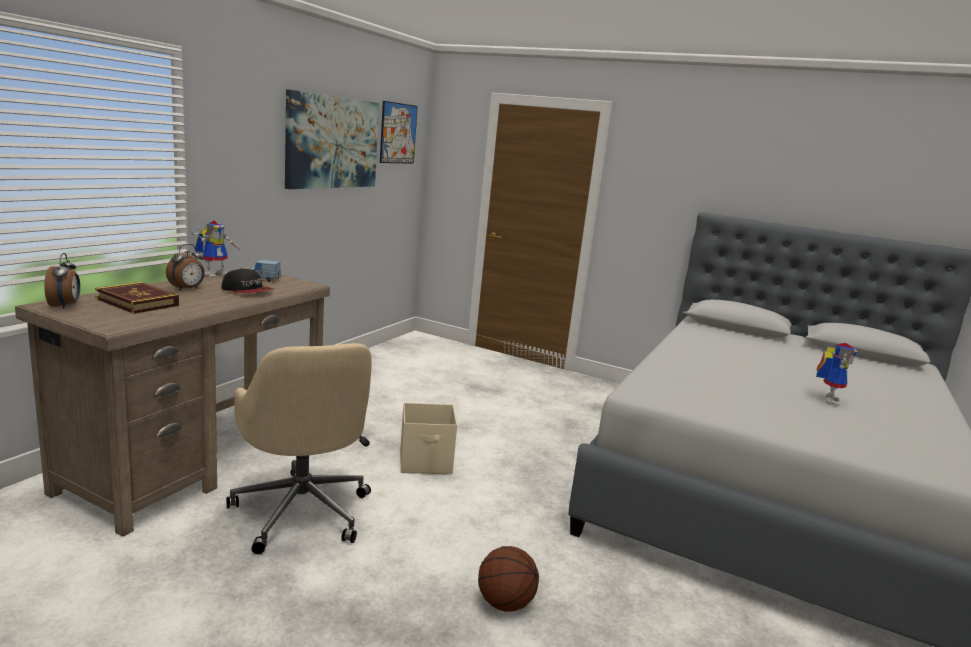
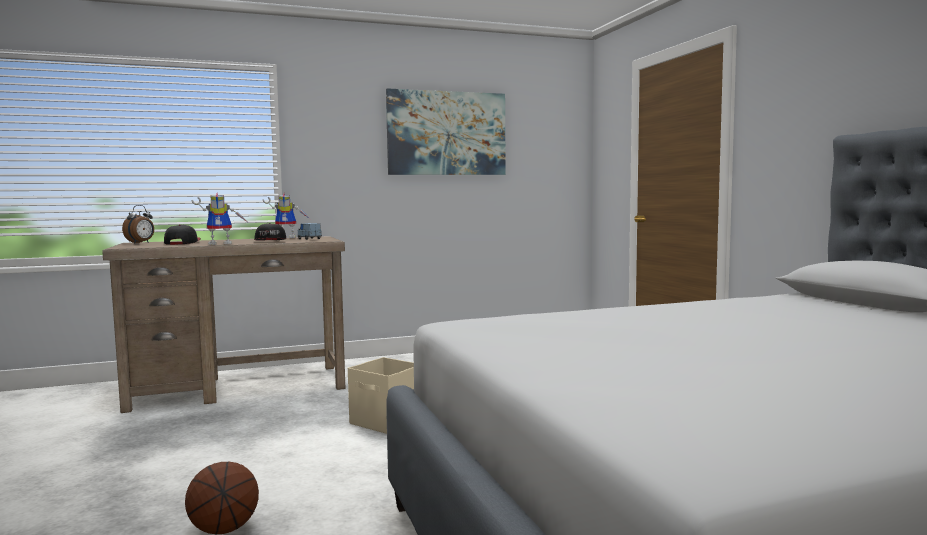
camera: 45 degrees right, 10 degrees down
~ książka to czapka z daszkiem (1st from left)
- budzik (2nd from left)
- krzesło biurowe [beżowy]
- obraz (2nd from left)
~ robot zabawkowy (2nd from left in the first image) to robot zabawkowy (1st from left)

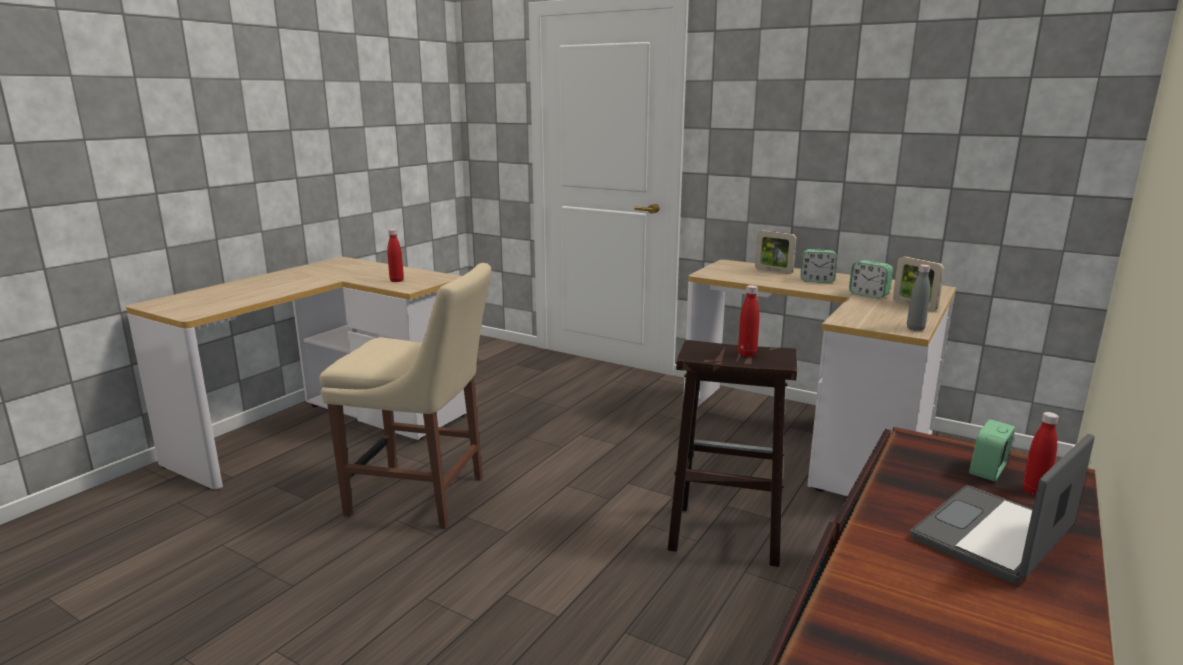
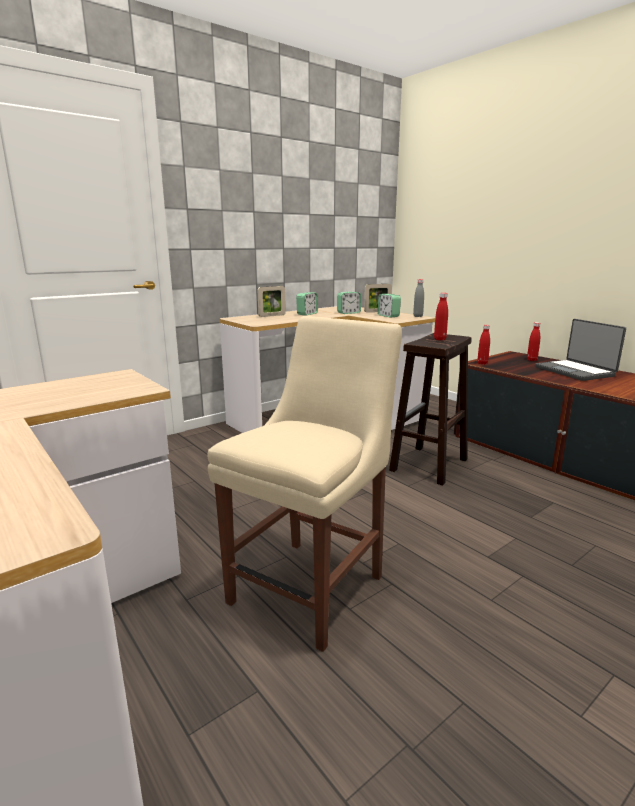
camera: 70 degrees left, 0 degrees up
~ butelka [czerwony] (1st from left in the first image) to butelka [czerwony] (2nd from left)
~ budzik (3rd from left)

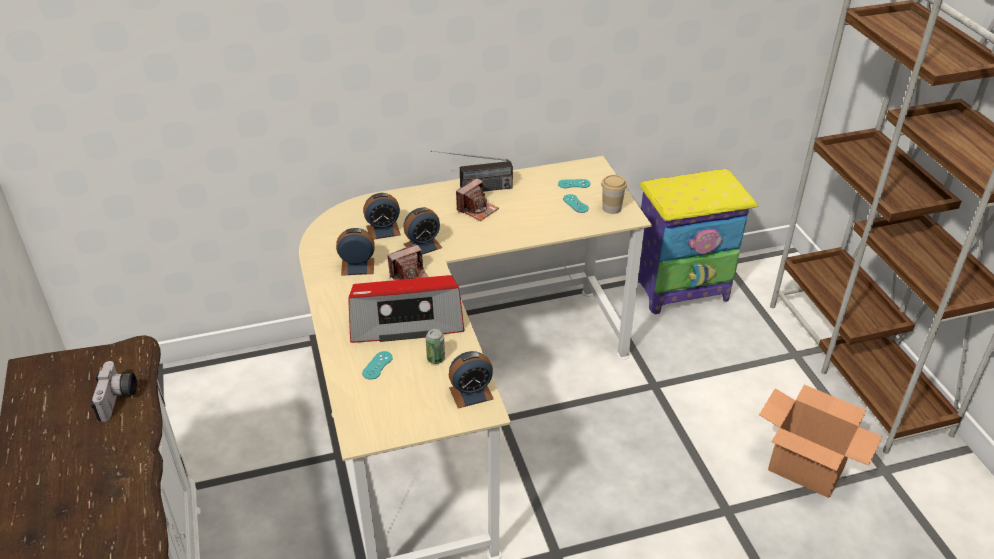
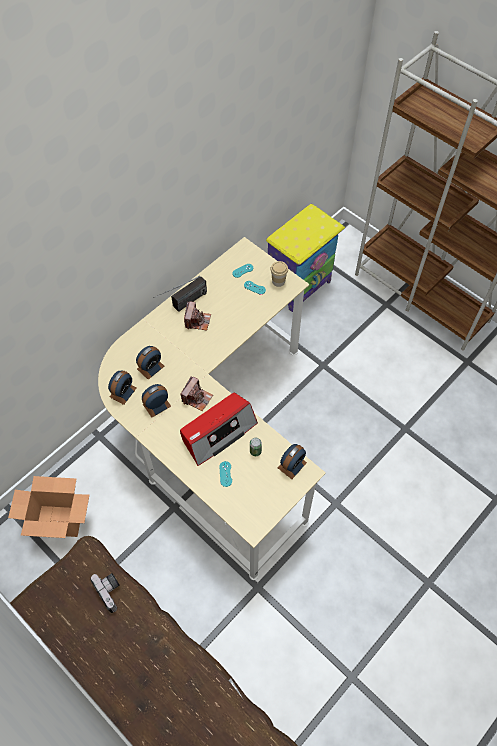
camera: 30 degrees left, 20 degrees up
~ budzik (3rd from left in the first image) to budzik (1st from left)
~ karton

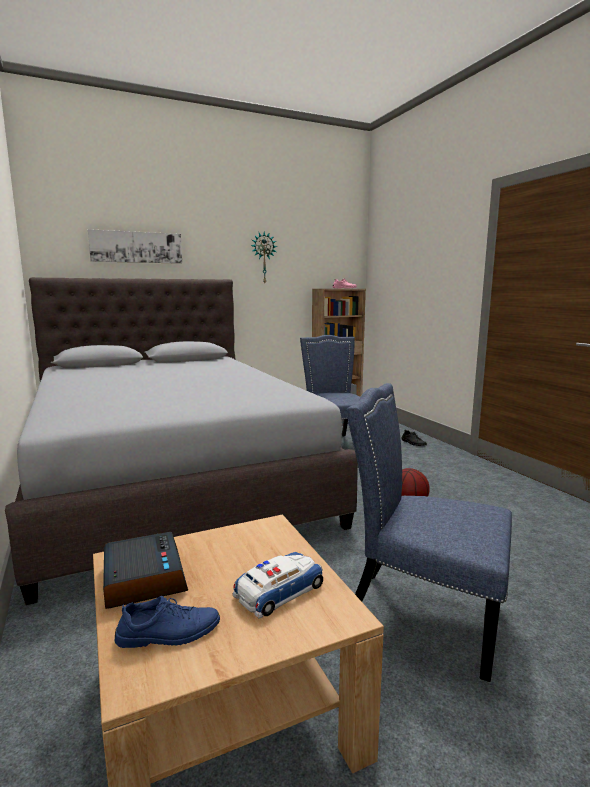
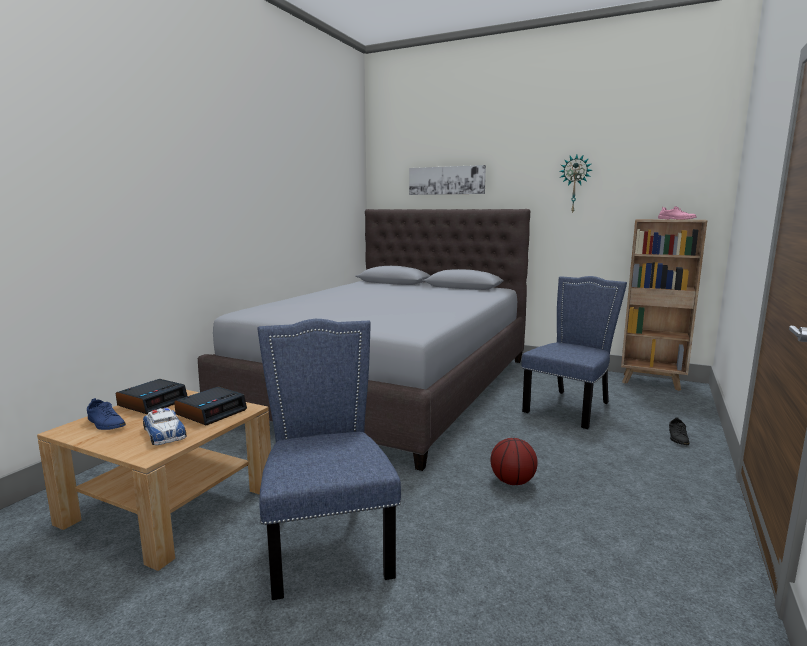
camera: 50 degrees right, 0 degrees up
~ samochodzik 45 degrees clockwise
+ budzik (2nd from left)

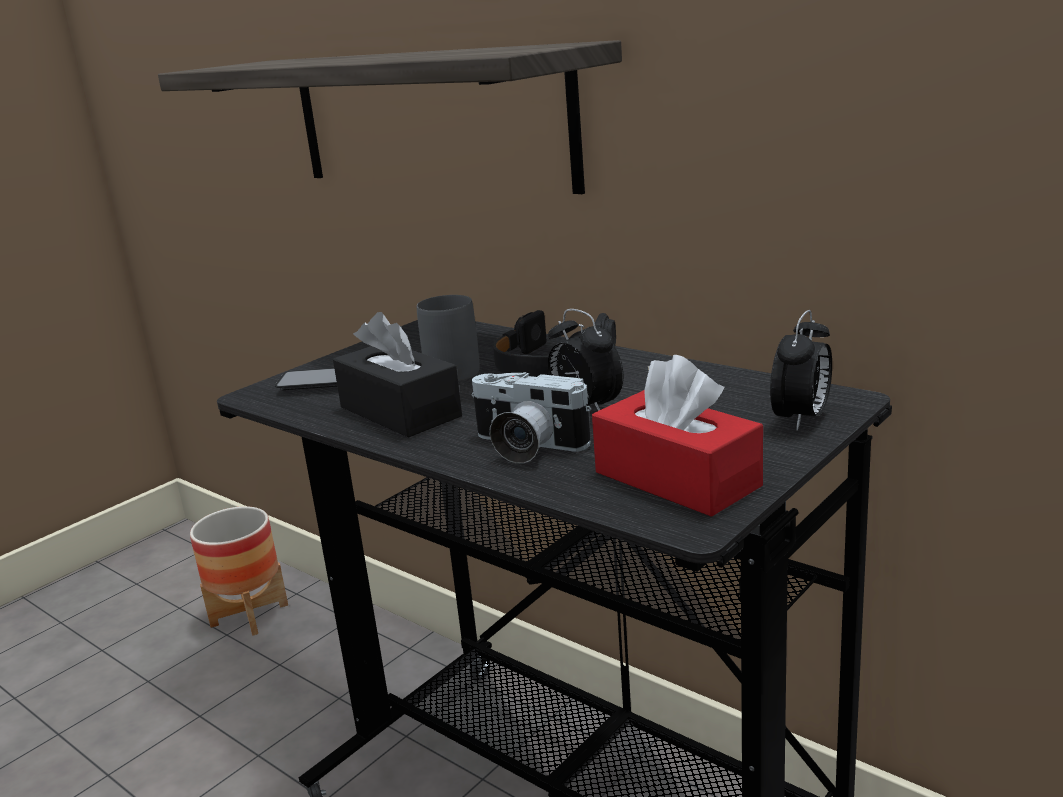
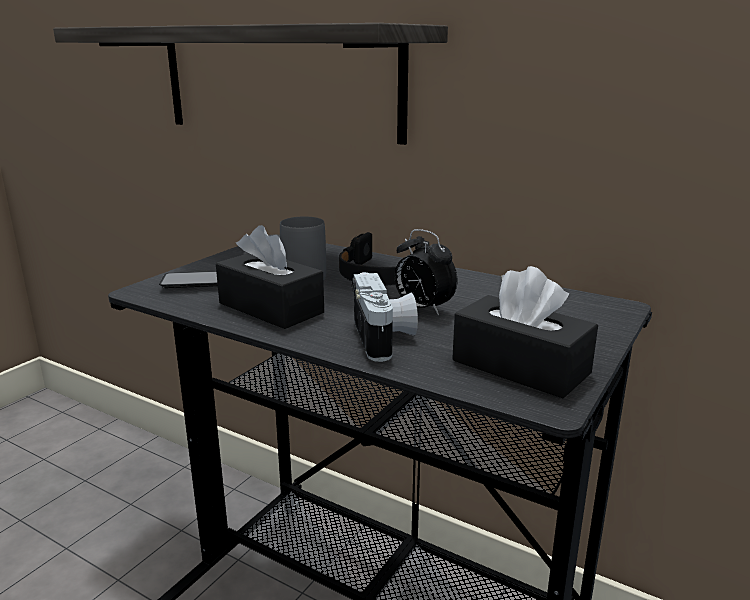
camera: 10 degrees left, 0 degrees up
- donica
~ aparat fotograficzny 120 degrees counterclockwise
~ pudełko chusteczek [czerwony] to pudełko chusteczek [czarny] (2nd from left)
- budzik (2nd from left)

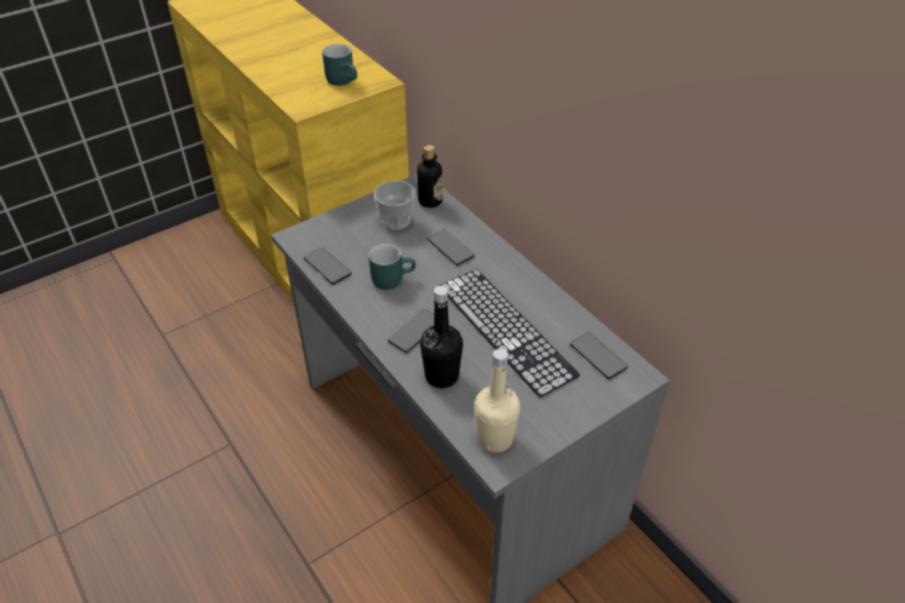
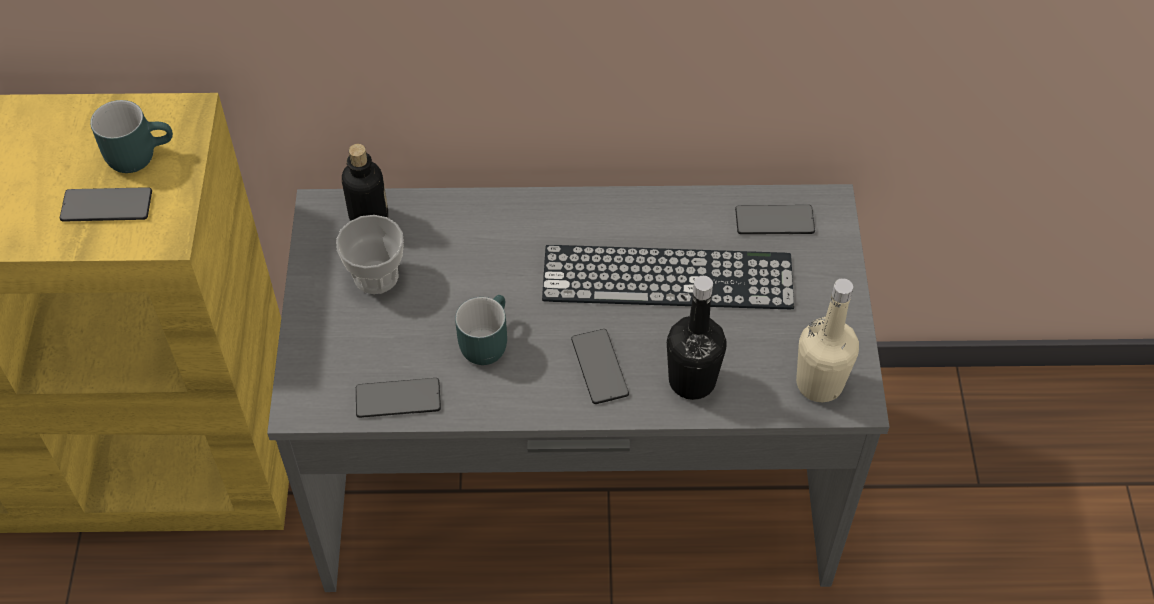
camera: 55 degrees left, 10 degrees up
~ telefon (3rd from left in the first image) to telefon (1st from left)

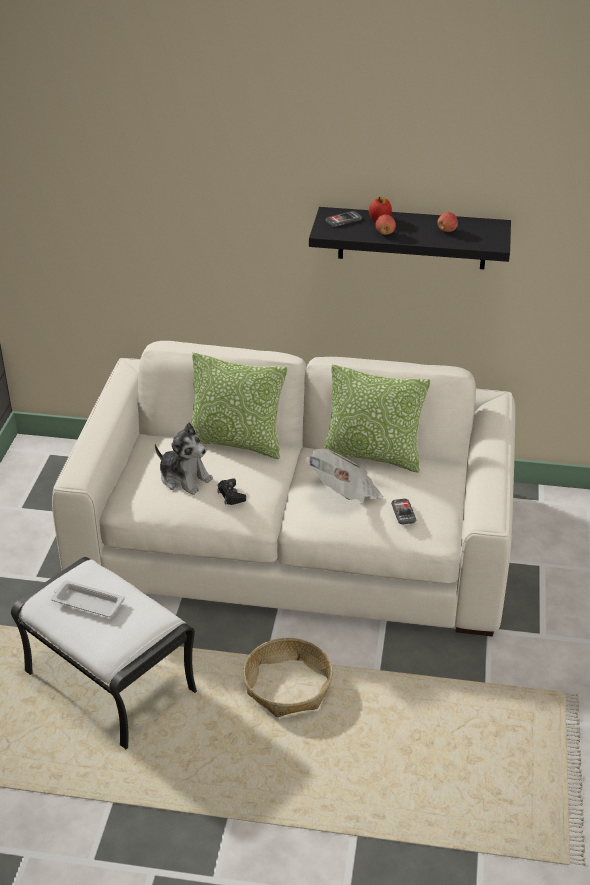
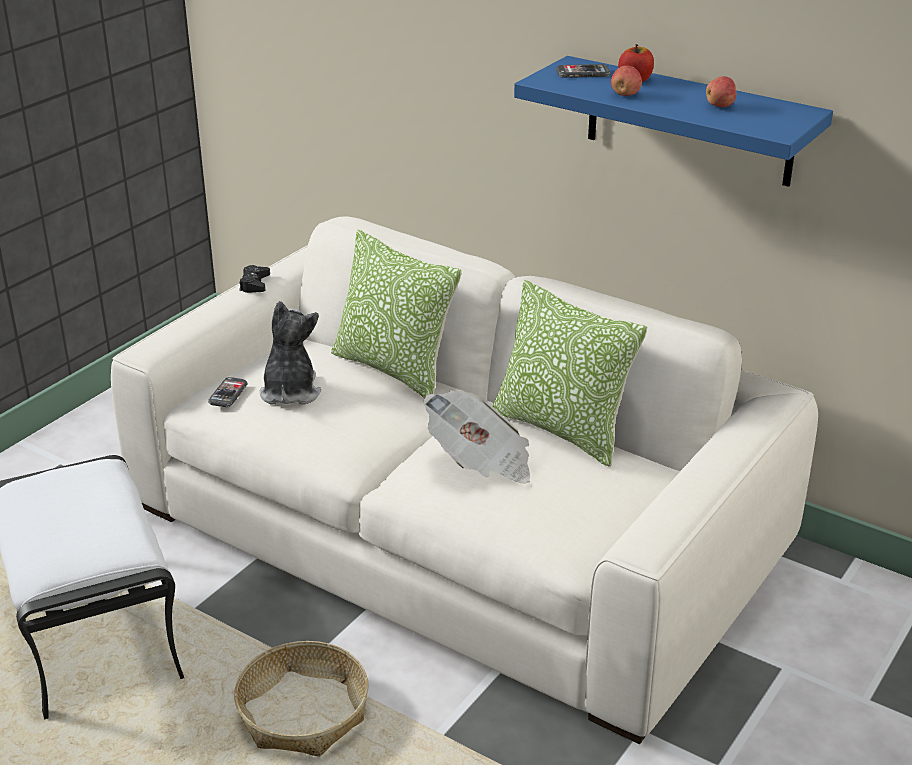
camera: 25 degrees right, 5 degrees down
- taca [biały]
~ pluszak 150 degrees counterclockwise
~ pad do gier [czarny]
~ półka [czarny] to półka [niebieski]
~ telefon (2nd from left in the first image) to telefon (1st from left)

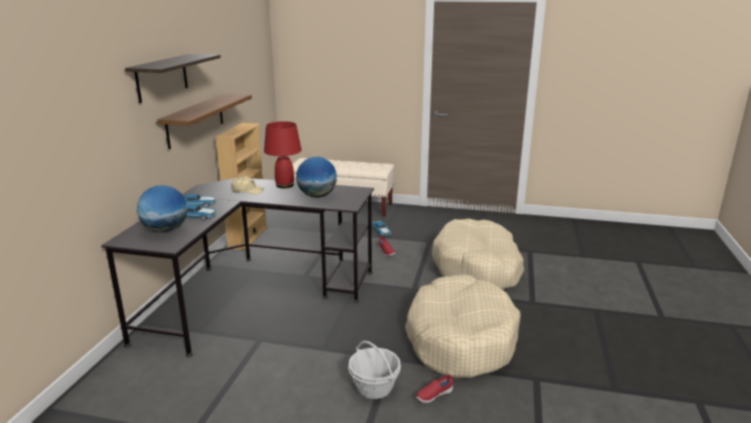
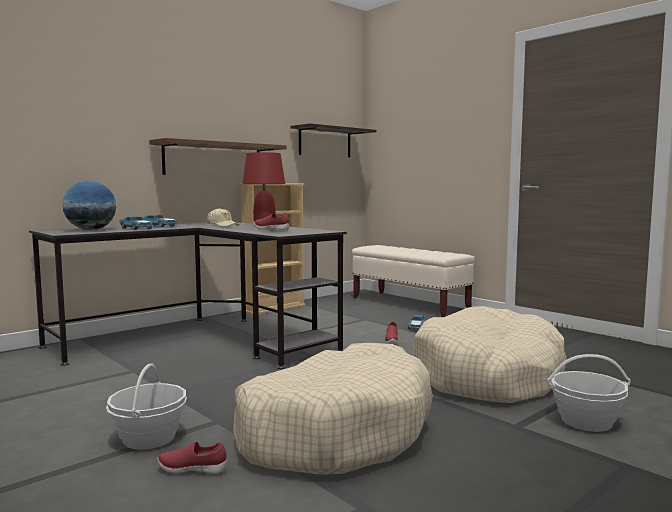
camera: 35 degrees right, 15 degrees down
~ półka (1st from left in the first image) to półka (2nd from left)
~ globus (2nd from left) to but [czerwony] (2nd from left)
+ koszyk (2nd from left)

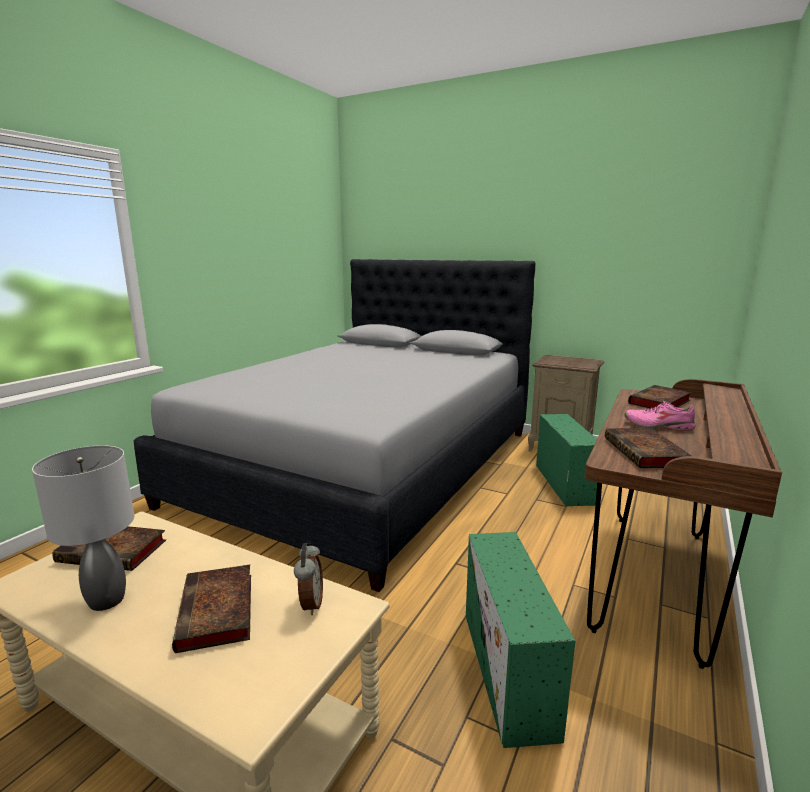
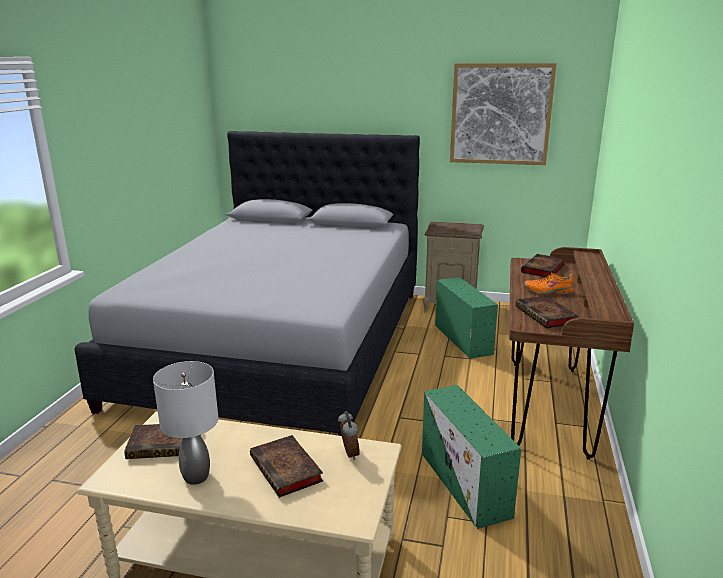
camera: 15 degrees left, 5 degrees up
~ but [różowy] to but [pomarańczowy]
+ obraz

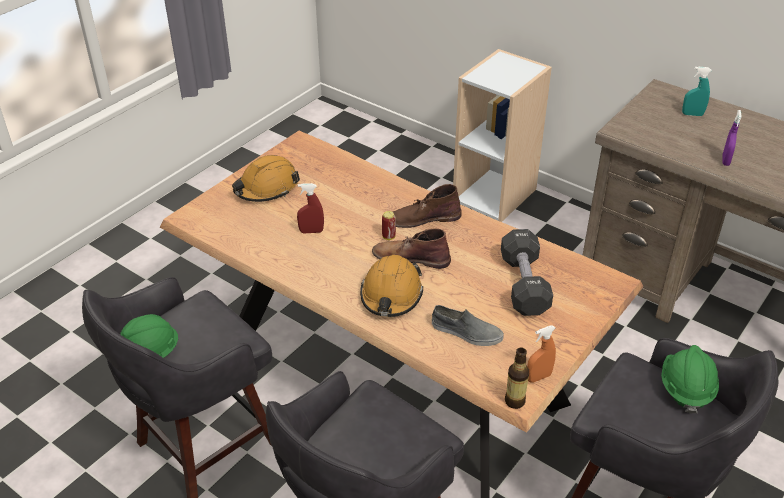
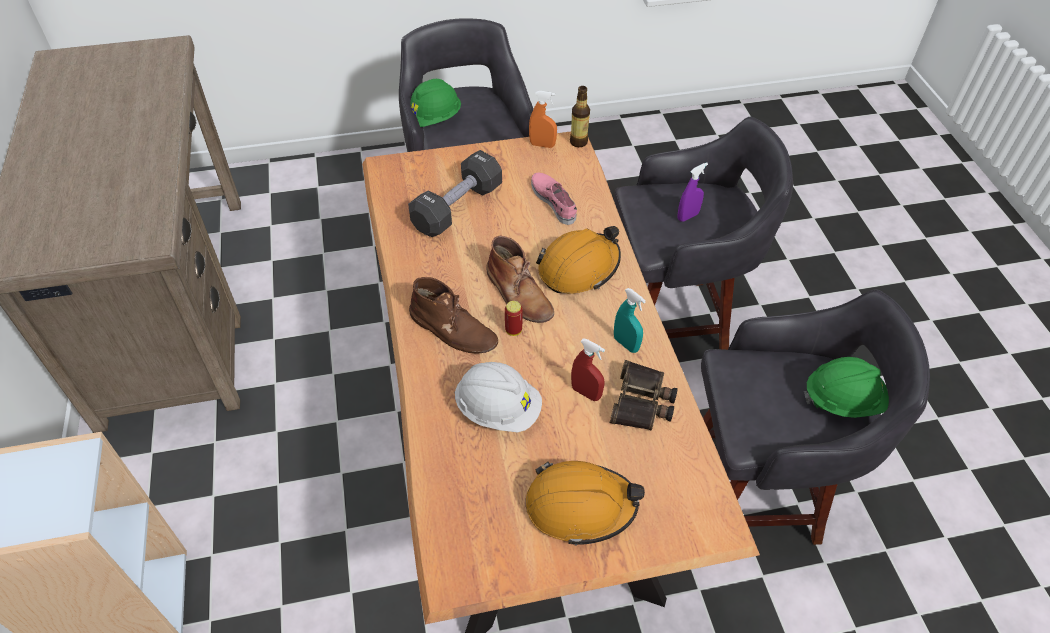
camera: 140 degrees left, 10 degrees up
~ but [szary] to but [różowy]
~ spryskiwacz [turkusowy]
~ spryskiwacz [fioletowy]
+ kask [biały]
+ lornetka

